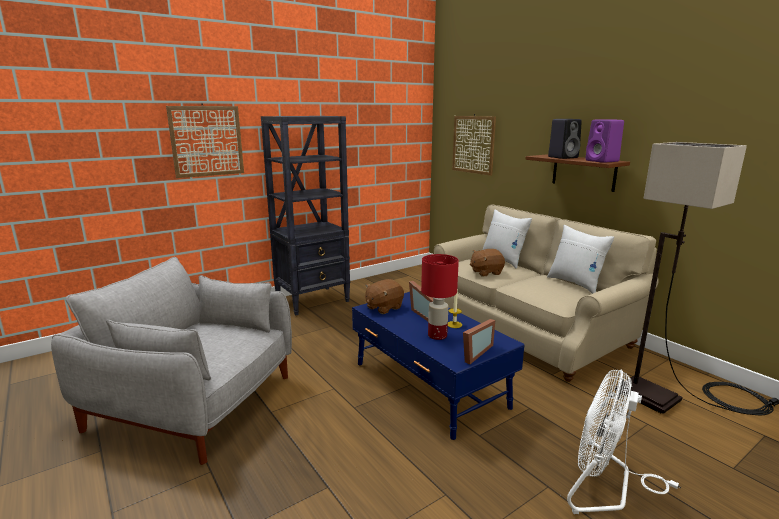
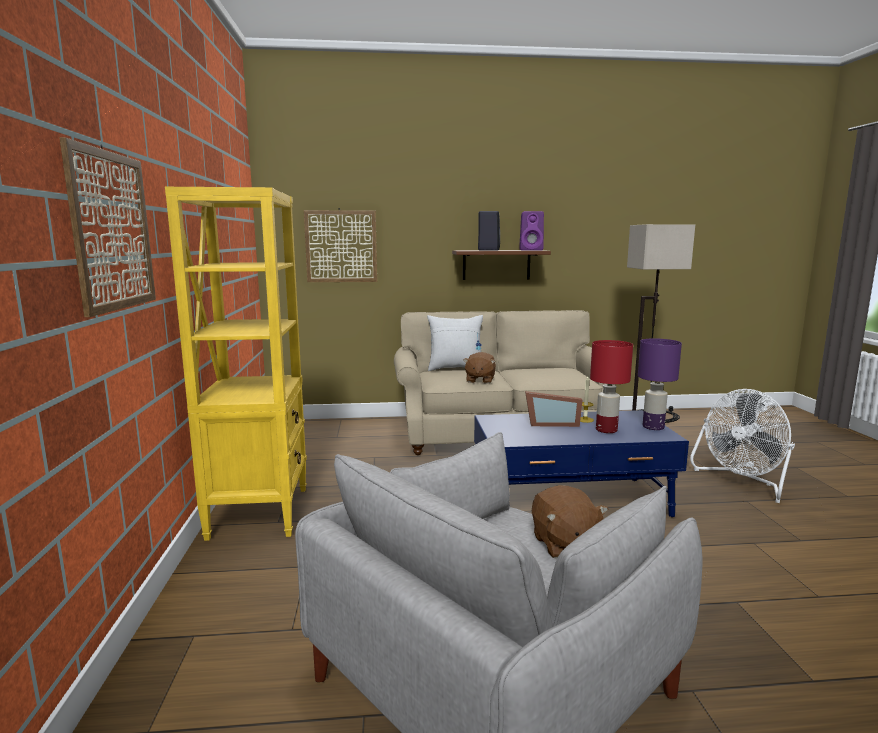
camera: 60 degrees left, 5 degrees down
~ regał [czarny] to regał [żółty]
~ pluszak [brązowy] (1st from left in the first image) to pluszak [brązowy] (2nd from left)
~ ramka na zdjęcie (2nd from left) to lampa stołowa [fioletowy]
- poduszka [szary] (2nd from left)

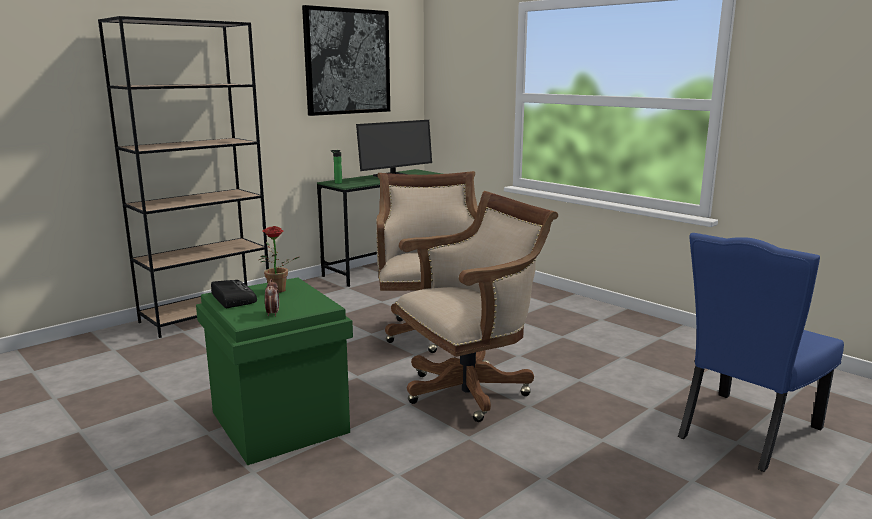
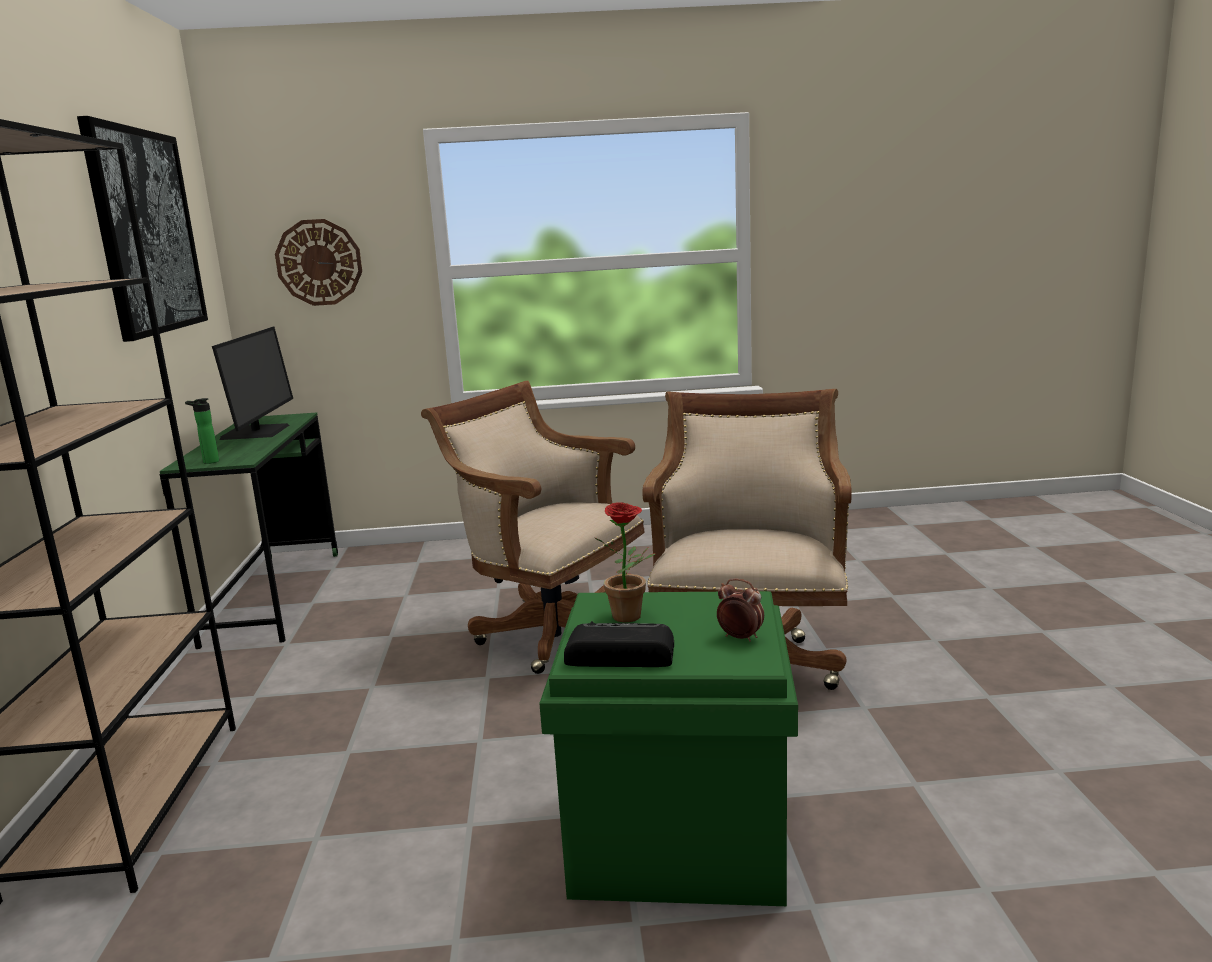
camera: 50 degrees left, 0 degrees up
- krzesło [niebieski]
+ zegar ścienny

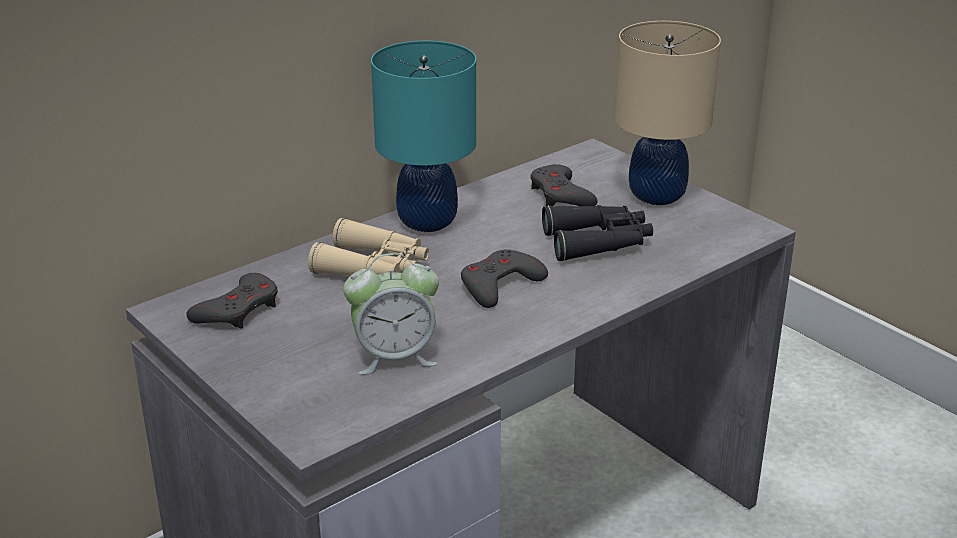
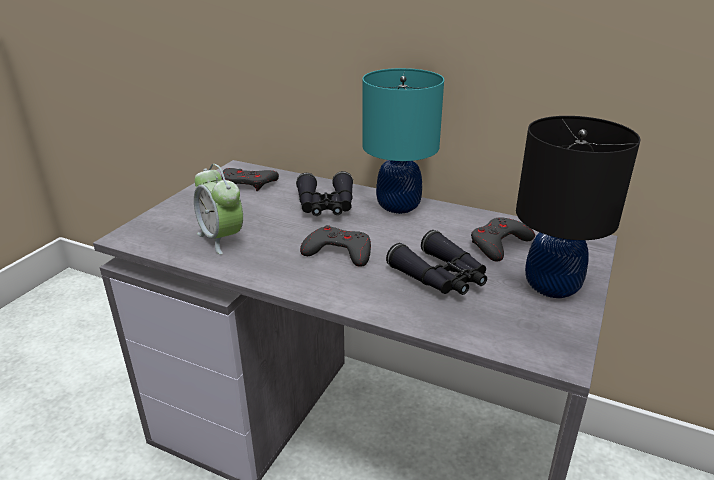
camera: 65 degrees right, 0 degrees up
~ lornetka [beżowy] to lornetka [czarny] (1st from left)
~ lampa stołowa [beżowy] to lampa stołowa [czarny]

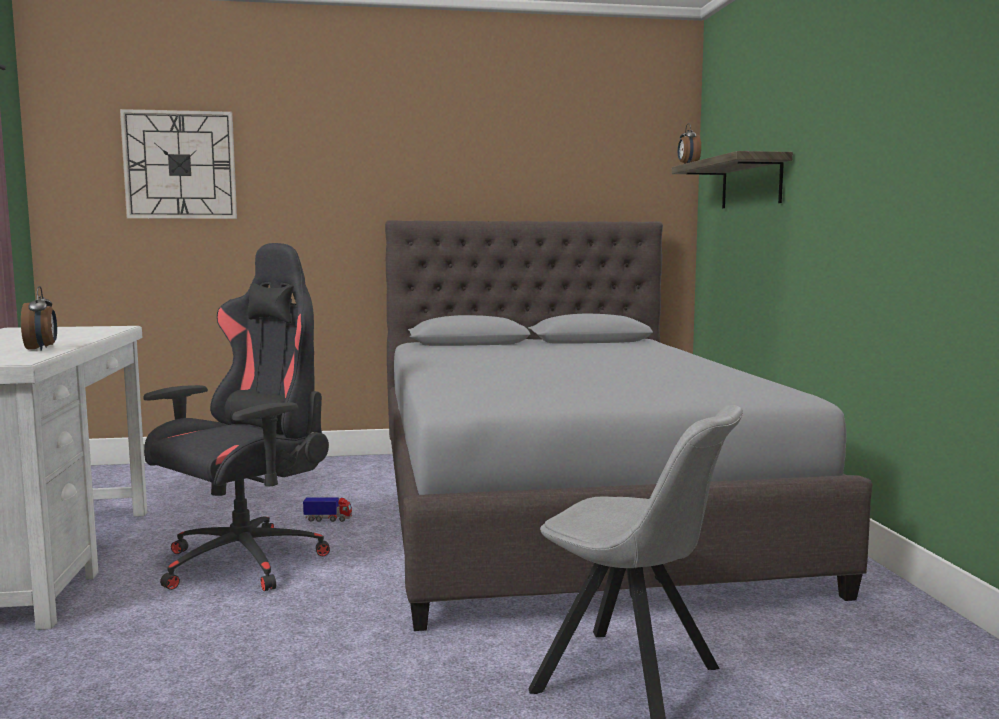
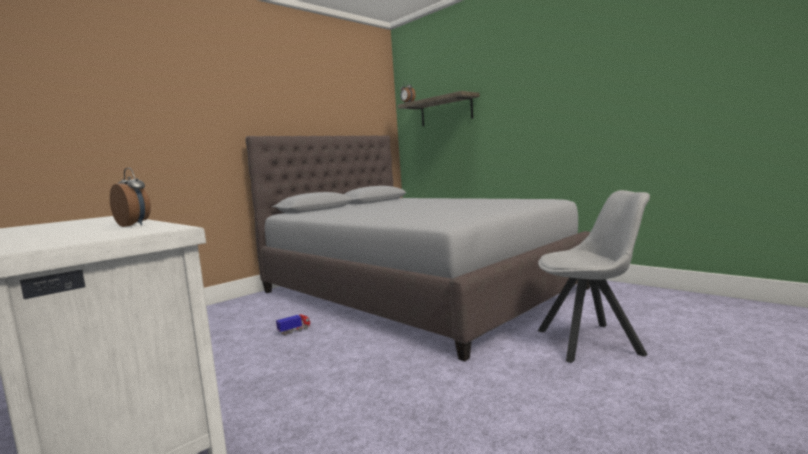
camera: 35 degrees left, 0 degrees up
- zegar ścienny
- krzesło biurowe [czarny]

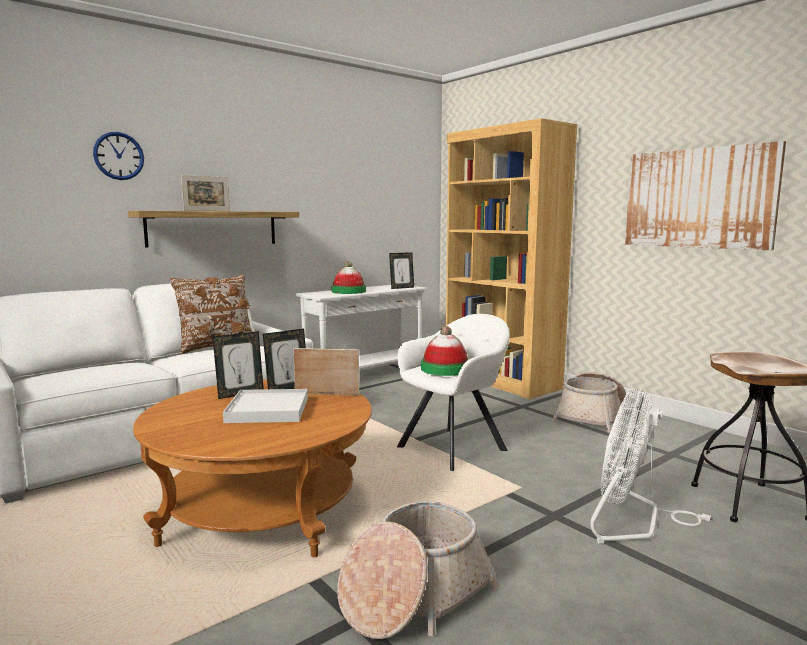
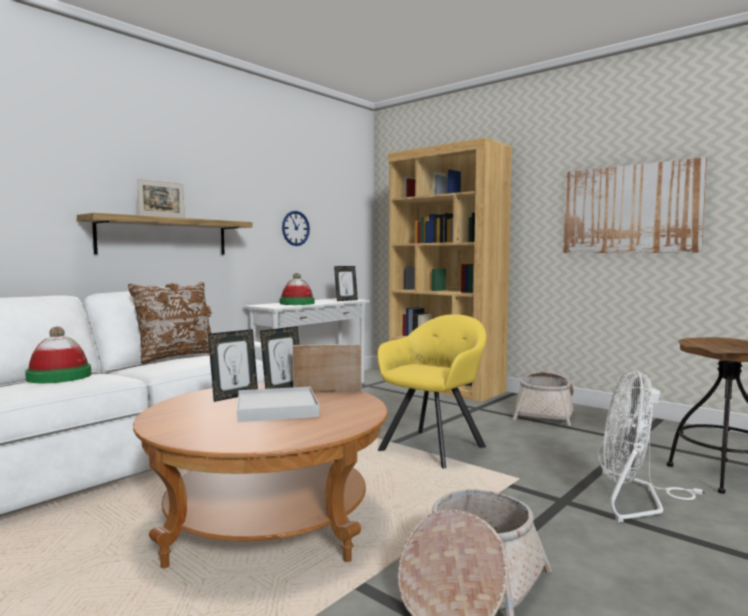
camera: 10 degrees left, 5 degrees down
~ zegar ścienny
~ fotel [biały] to fotel [żółty]
~ kapelusz (2nd from left in the first image) to kapelusz (1st from left)

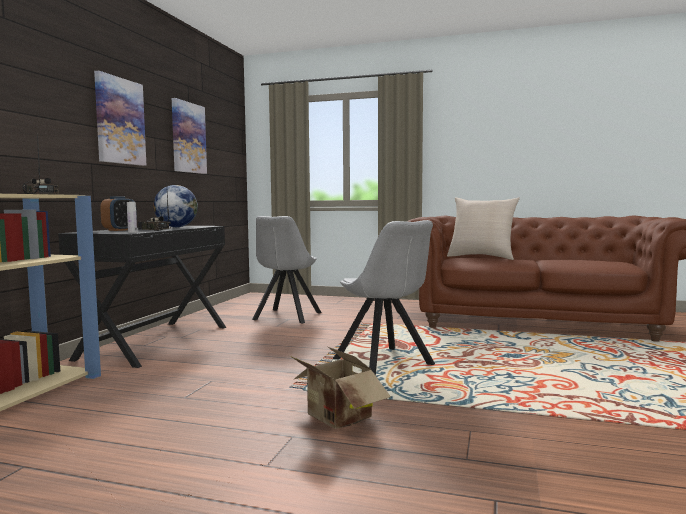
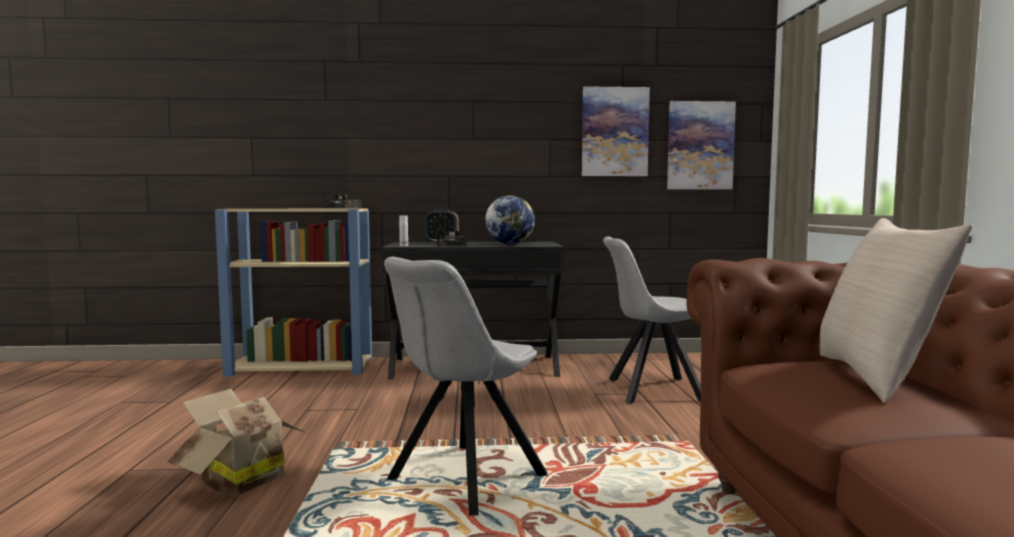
camera: 70 degrees right, 0 degrees up
~ obraz (1st from left in the first image) to obraz (2nd from left)

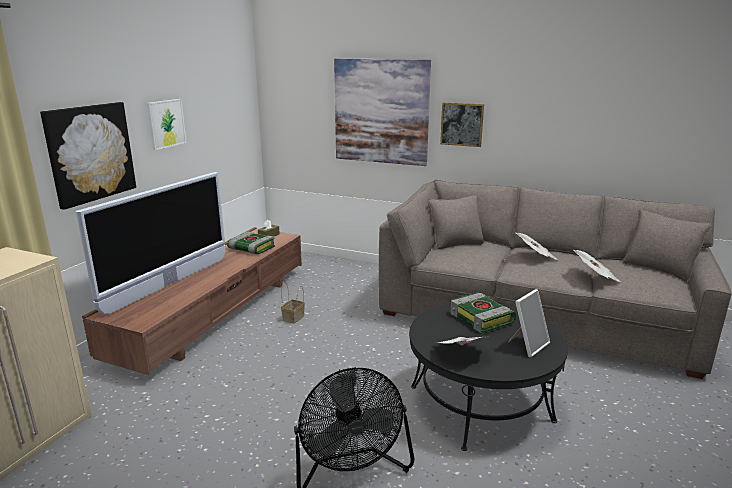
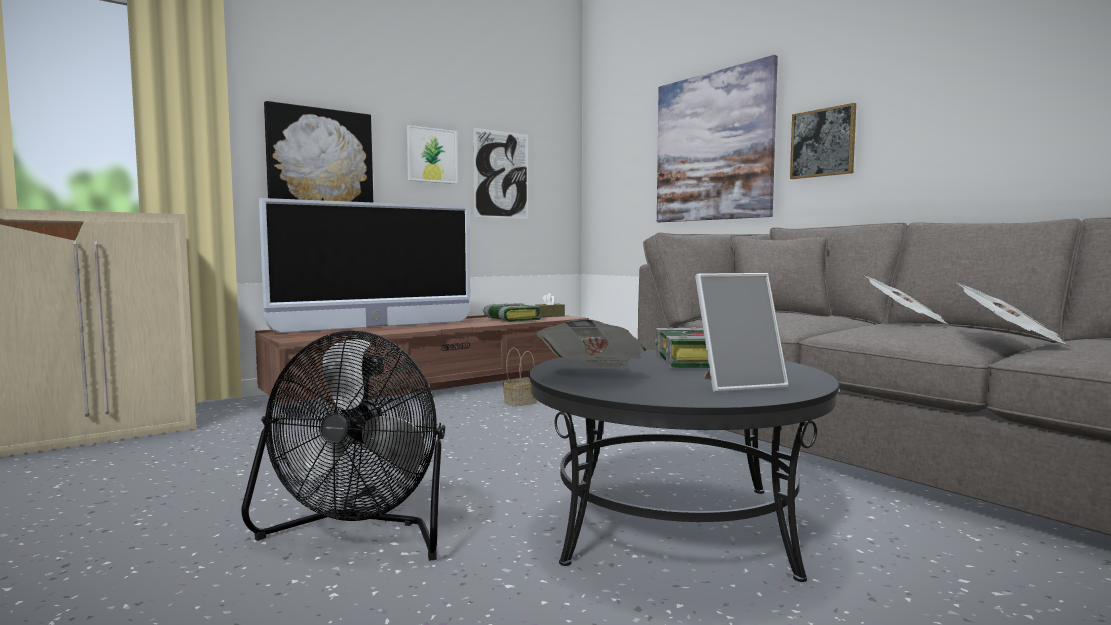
camera: 30 degrees right, 15 degrees down
+ obraz (3rd from left)

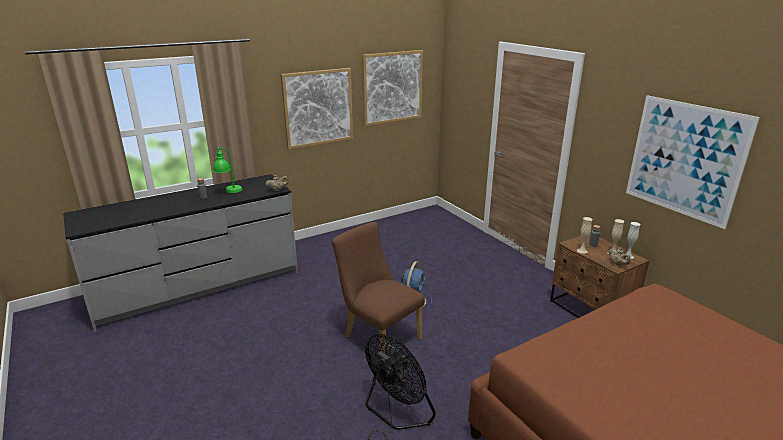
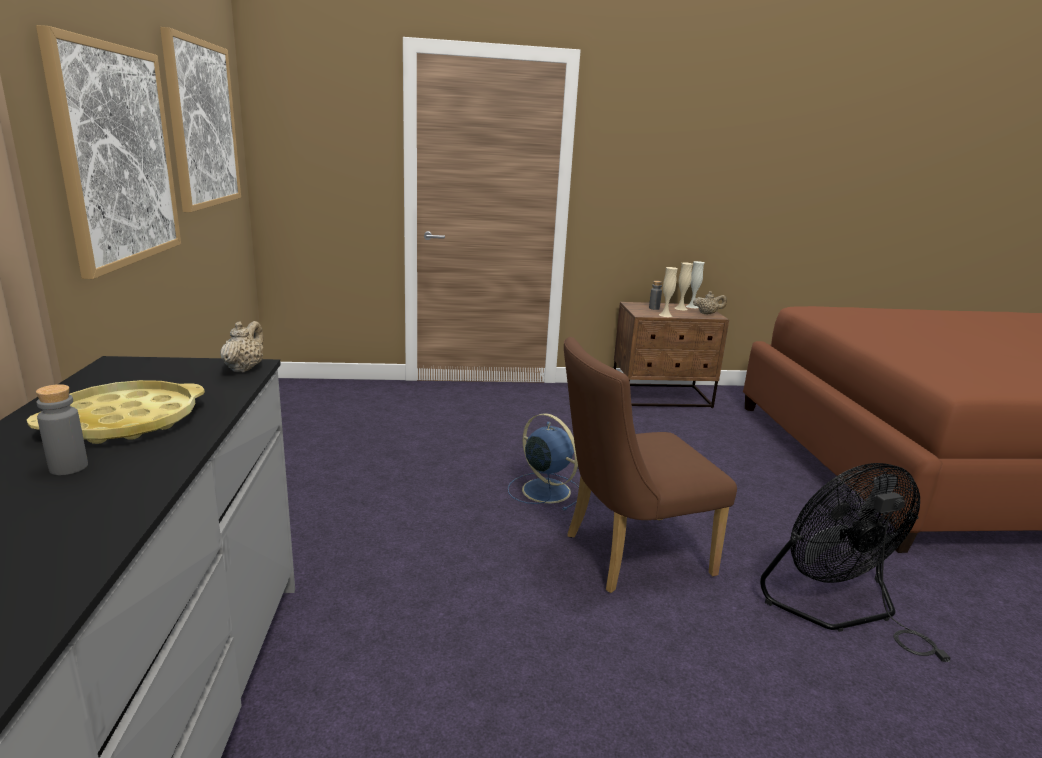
camera: 65 degrees left, 5 degrees down
~ lampa stołowa [zielony] to taca [żółty]
- obraz (3rd from left)

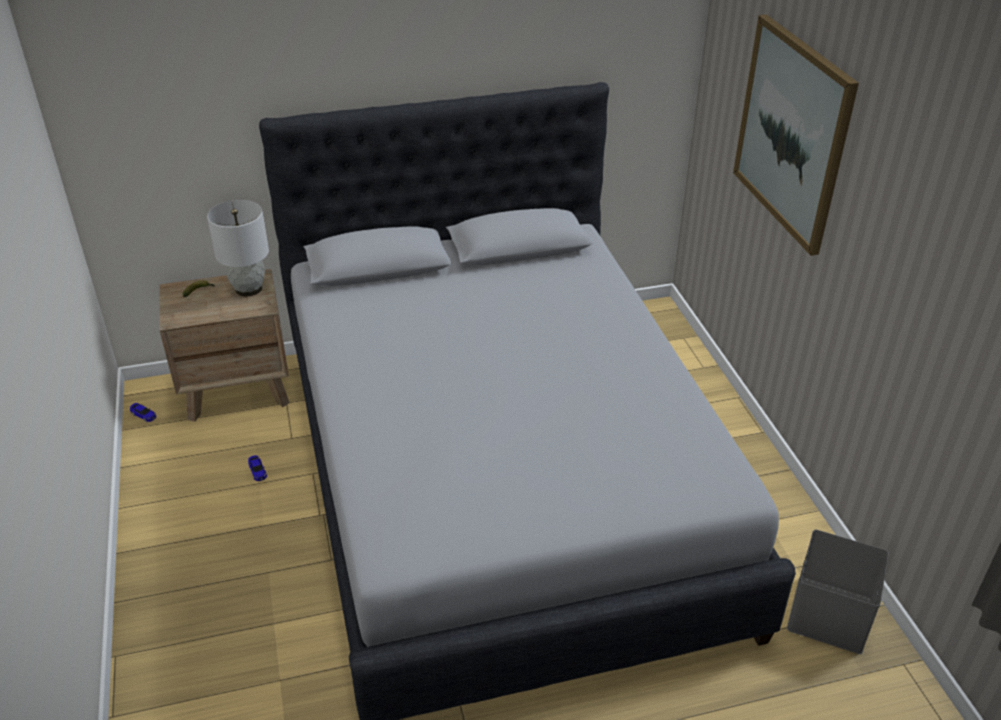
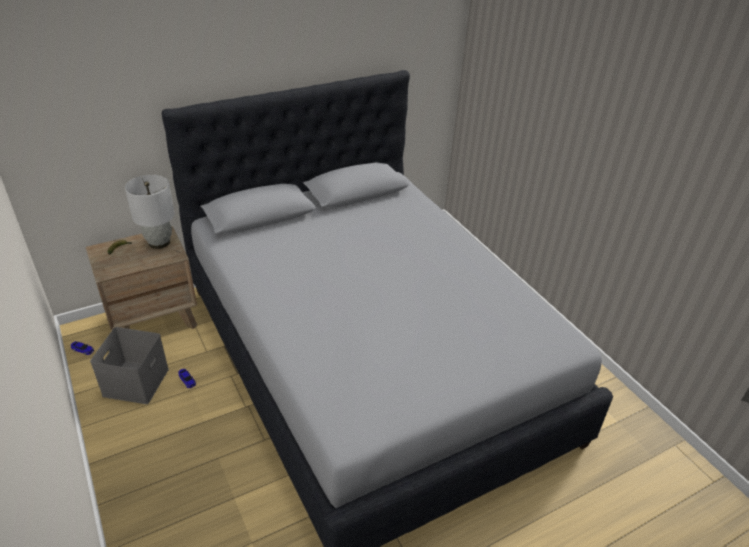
camera: 15 degrees left, 0 degrees up
- obraz
~ pojemnik do przechowywania [szary]

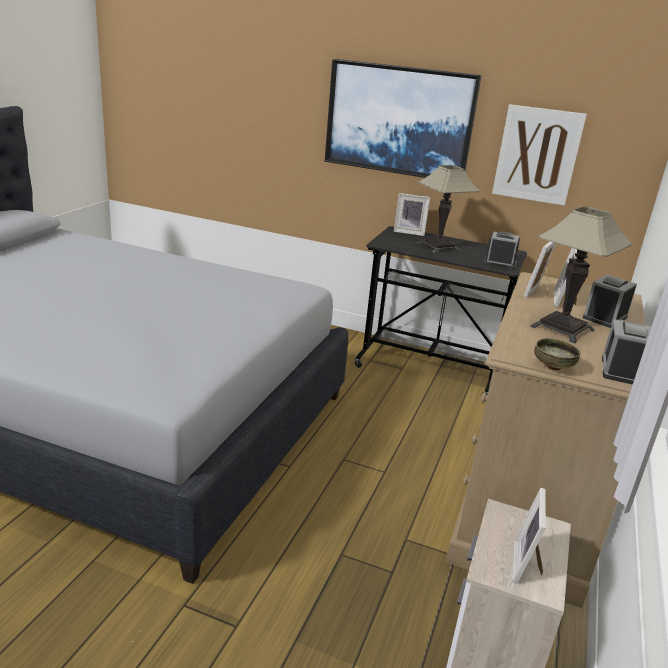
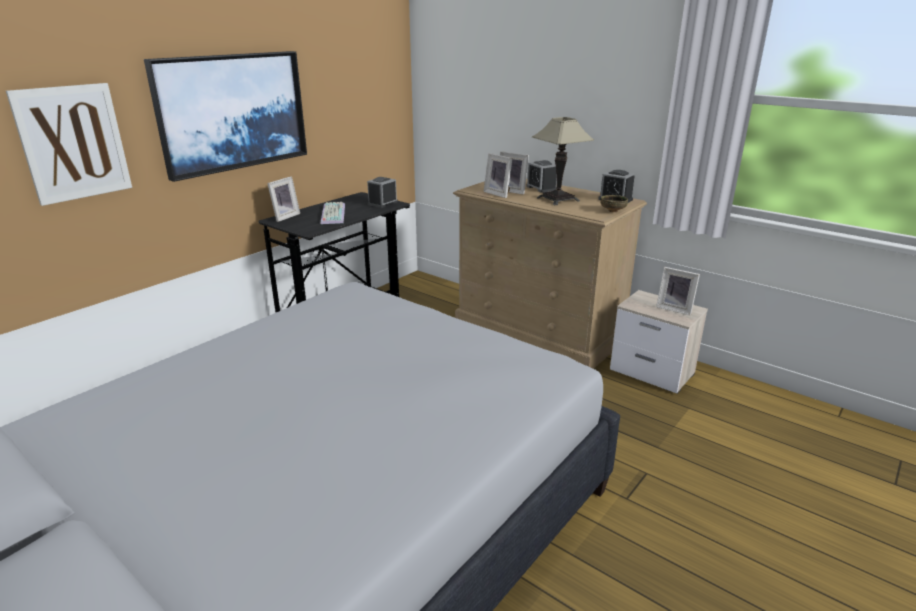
camera: 70 degrees left, 0 degrees up
~ lampa stołowa (1st from left) to klawiatura
~ obraz (2nd from left in the first image) to obraz (1st from left)

